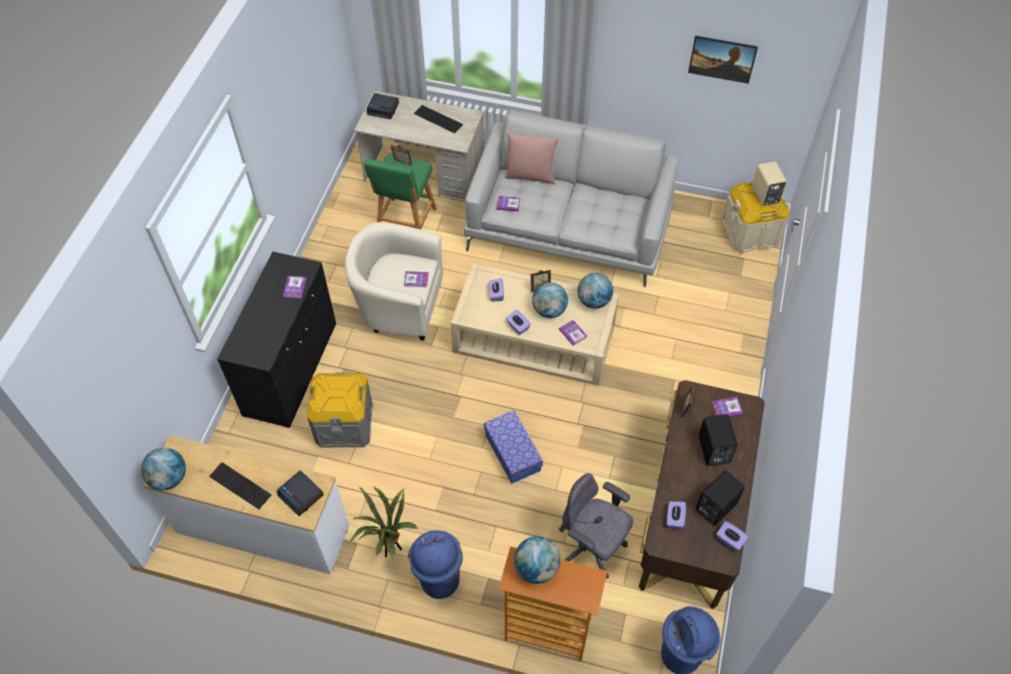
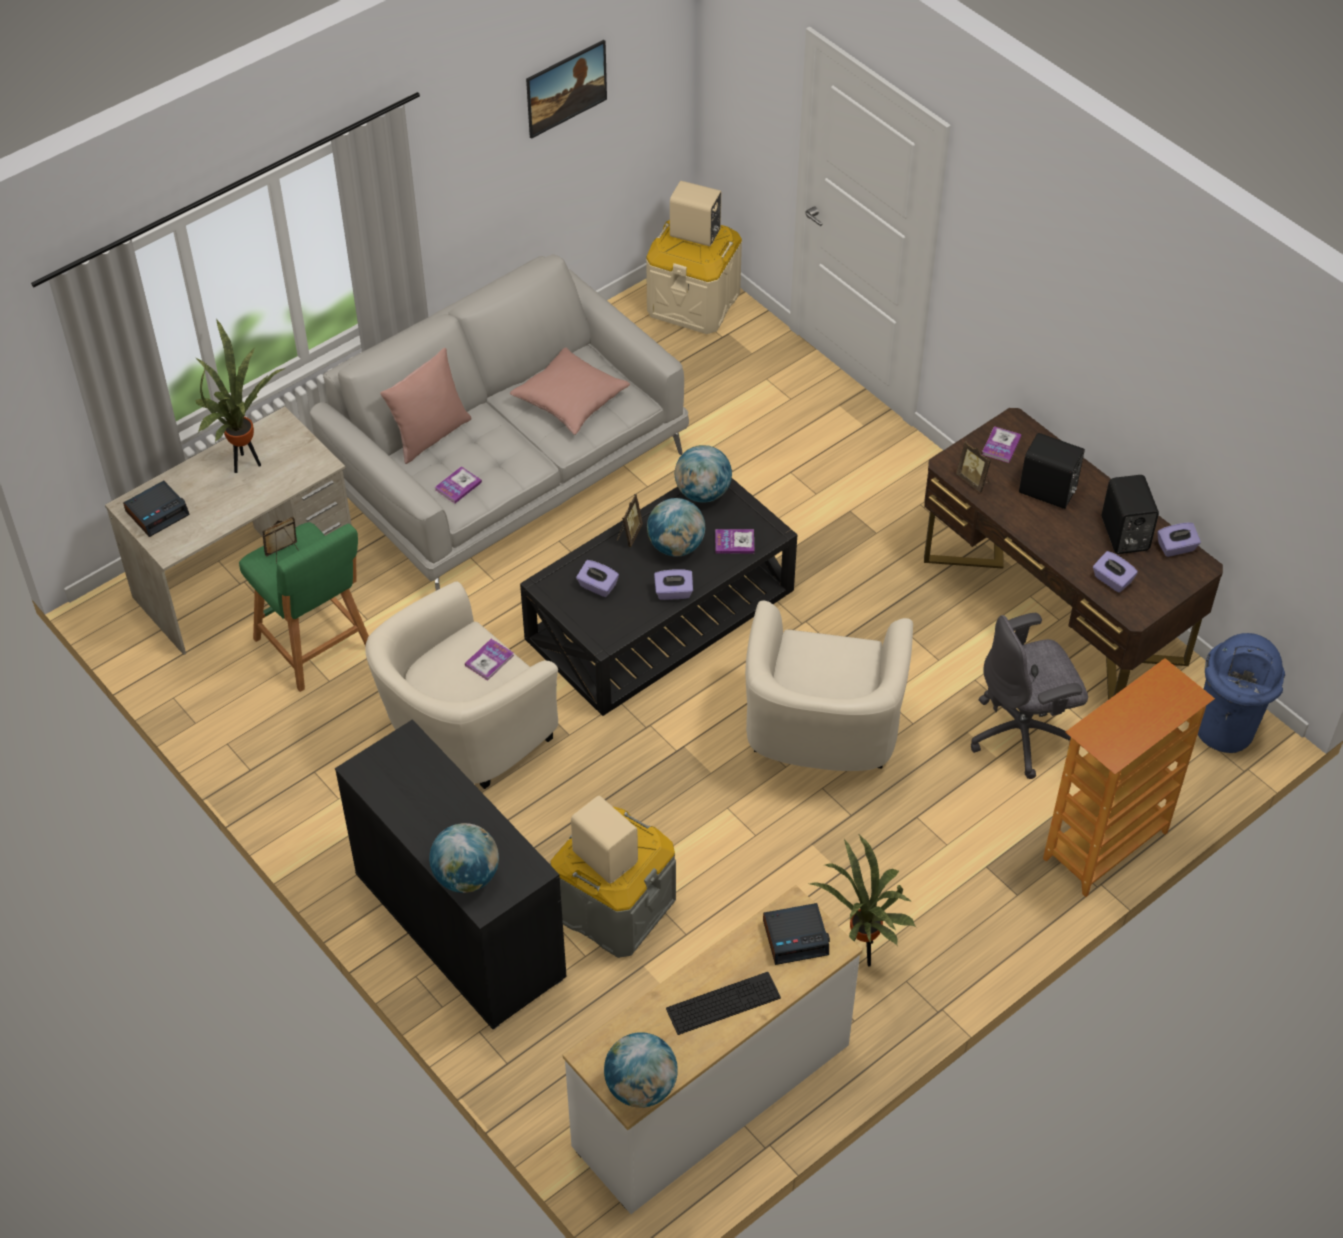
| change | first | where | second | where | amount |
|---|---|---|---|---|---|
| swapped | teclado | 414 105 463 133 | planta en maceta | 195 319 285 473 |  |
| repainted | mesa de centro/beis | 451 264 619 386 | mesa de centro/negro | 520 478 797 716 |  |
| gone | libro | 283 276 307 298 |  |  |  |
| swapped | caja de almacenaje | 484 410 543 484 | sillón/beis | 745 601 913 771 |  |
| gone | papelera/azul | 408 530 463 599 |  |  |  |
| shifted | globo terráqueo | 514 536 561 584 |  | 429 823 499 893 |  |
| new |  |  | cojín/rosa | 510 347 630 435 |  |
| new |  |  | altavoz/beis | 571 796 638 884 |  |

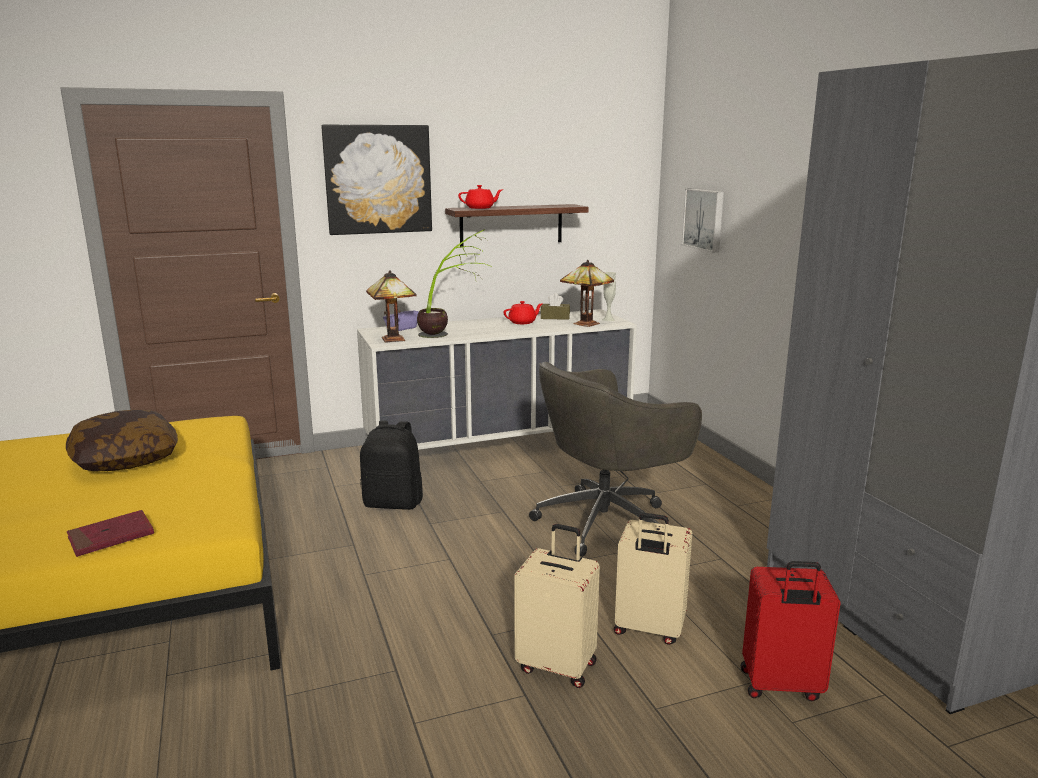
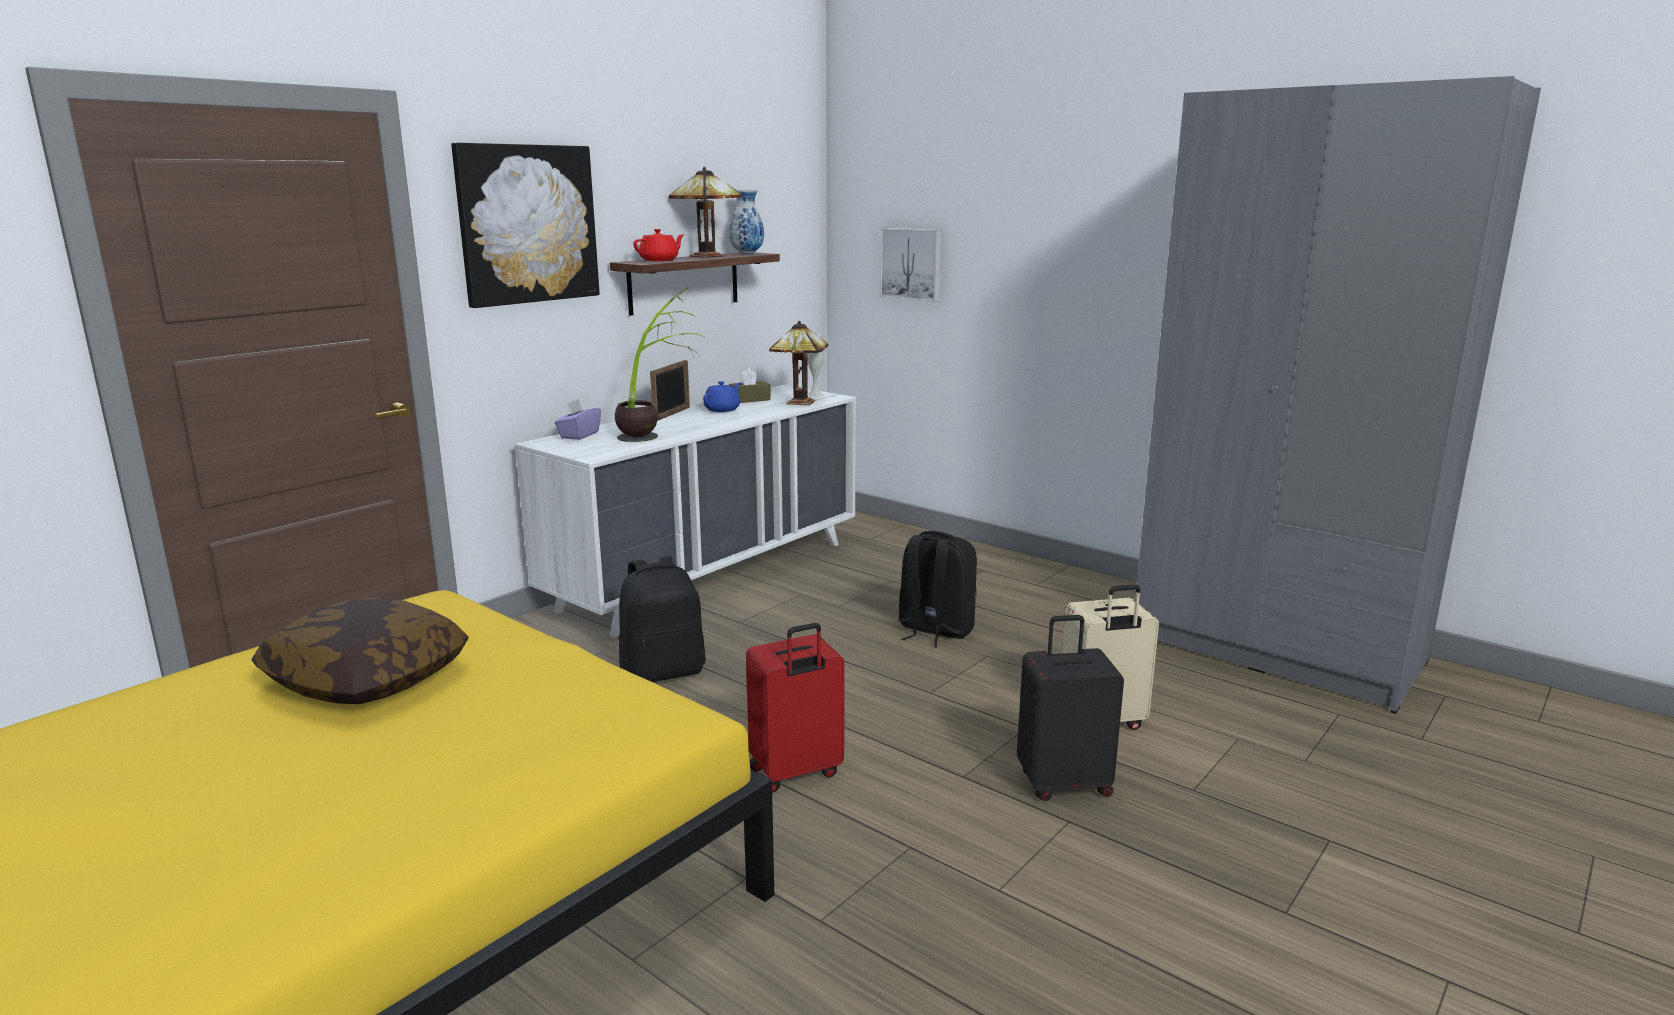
| change | first | where | second | where | amount |
|---|---|---|---|---|---|
| shifted | lámpara de mesa | 366 270 417 343 |  | 669 167 742 258 |  |
| repainted | tetera/rojo | 503 301 543 324 | tetera/azul | 703 381 740 412 |  |
| swapped | silla de oficina/gris | 529 362 702 557 | mochila/negro | 898 531 977 647 |  |
| gone | libro/rojo | 67 510 154 557 |  |  |  |
| repainted | maleta/beis | 515 524 600 688 | maleta/negro | 1017 615 1124 801 |  |
| shifted | maleta/rojo | 740 561 840 701 |  | 746 623 845 793 |  |
| new |  |  | florero | 729 189 764 254 |  |
| new |  |  | portarretratos | 650 360 690 421 |  |

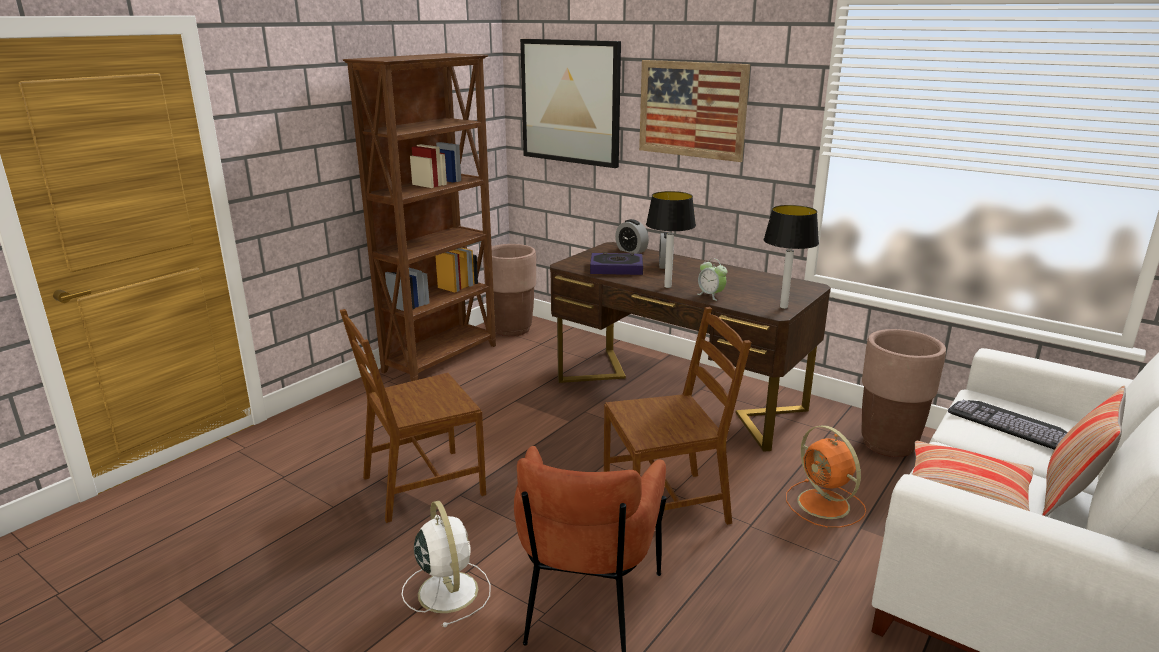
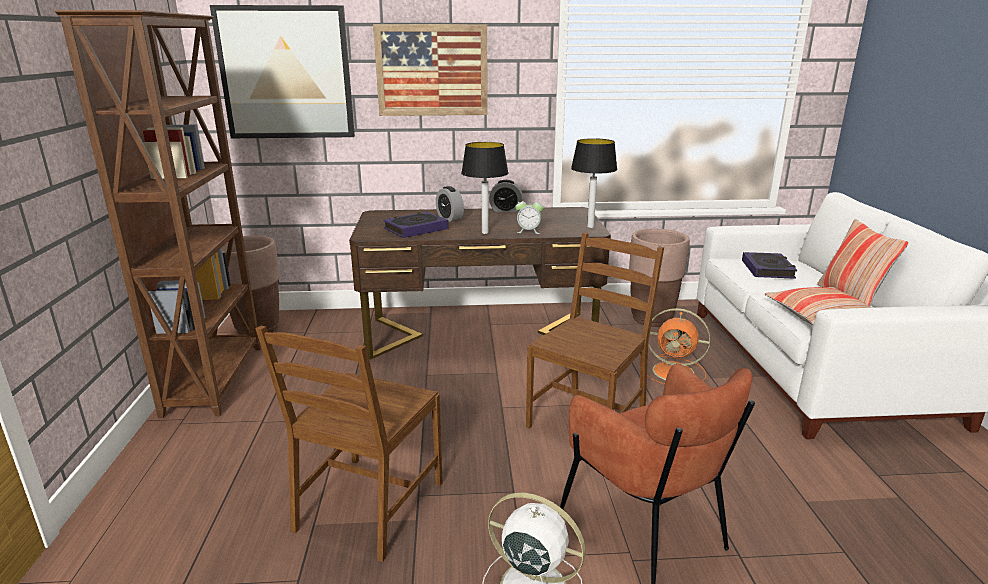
| change | first | where | second | where | amount |
|---|---|---|---|---|---|
| shifted | despertador | 615 219 649 254 |  | 489 180 523 212 |  |
| swapped | teclado | 948 400 1068 450 | libro | 742 252 797 279 |  |

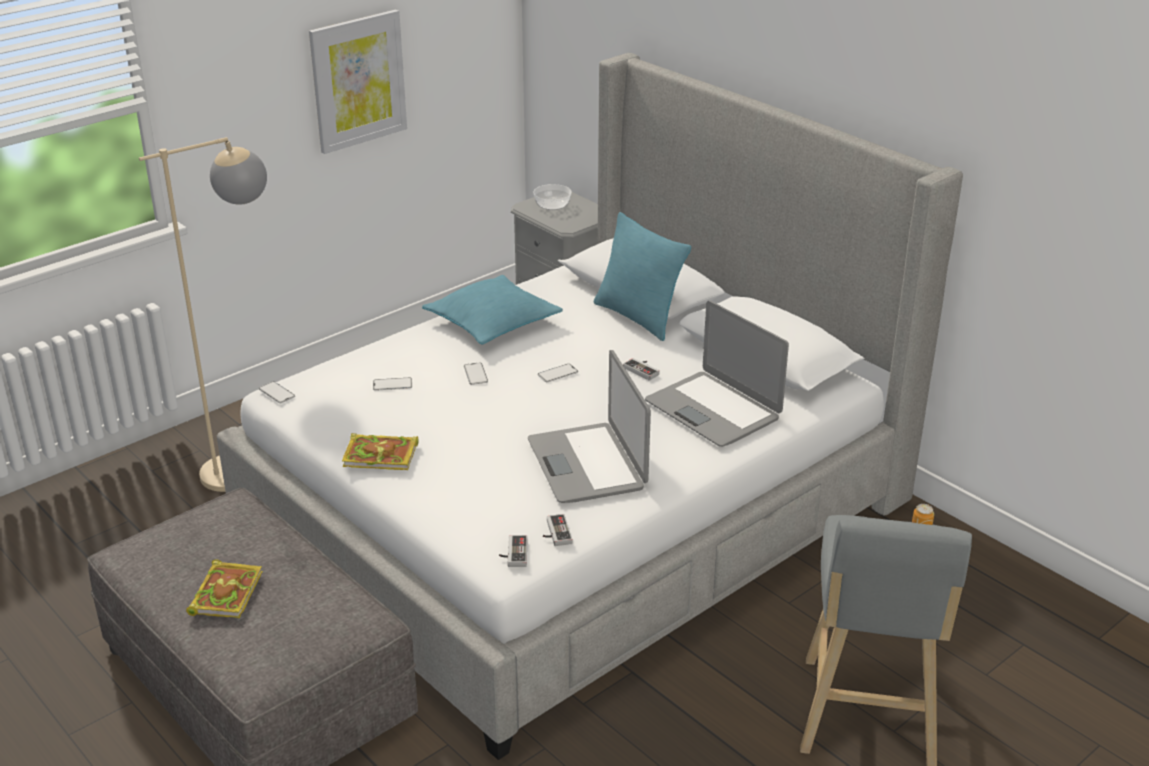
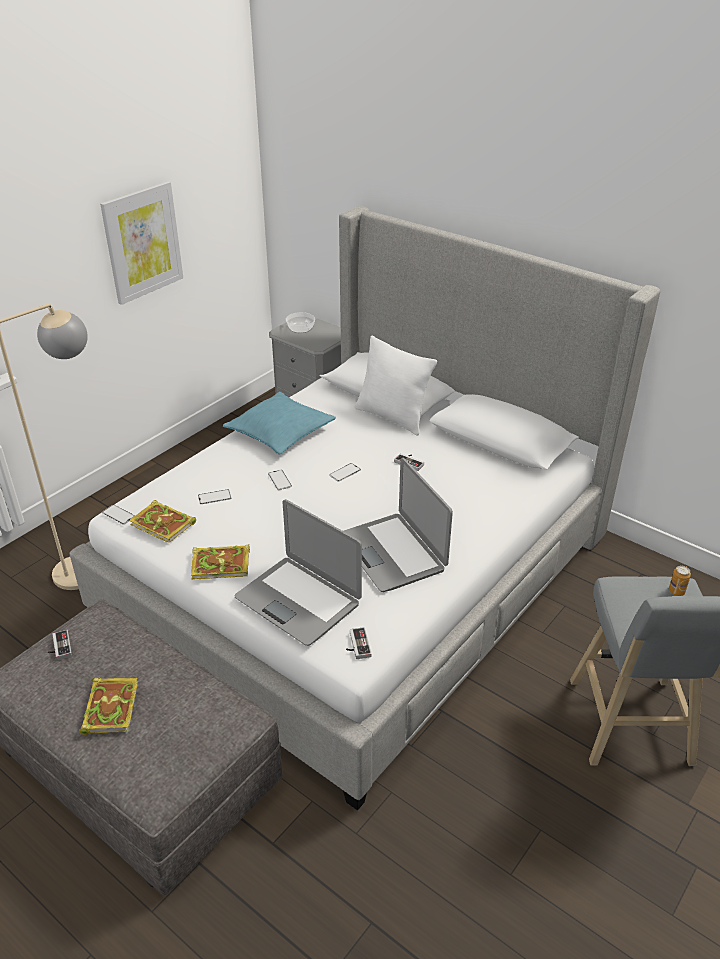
| change | first | where | second | where | amount |
|---|---|---|---|---|---|
| repainted | cojín/turquesa | 594 212 691 341 | cojín/blanco | 355 336 437 436 |  |
| shifted | portátil | 645 301 789 447 |  | 235 499 362 646 |  |
| shifted | mando de consola | 543 514 572 546 |  | 48 630 72 660 |  |
| new |  |  | libro | 129 500 196 543 |  |

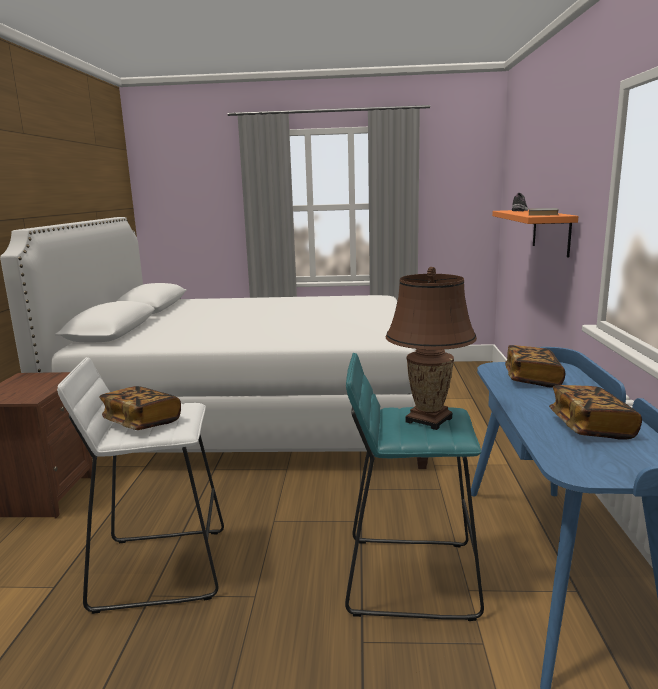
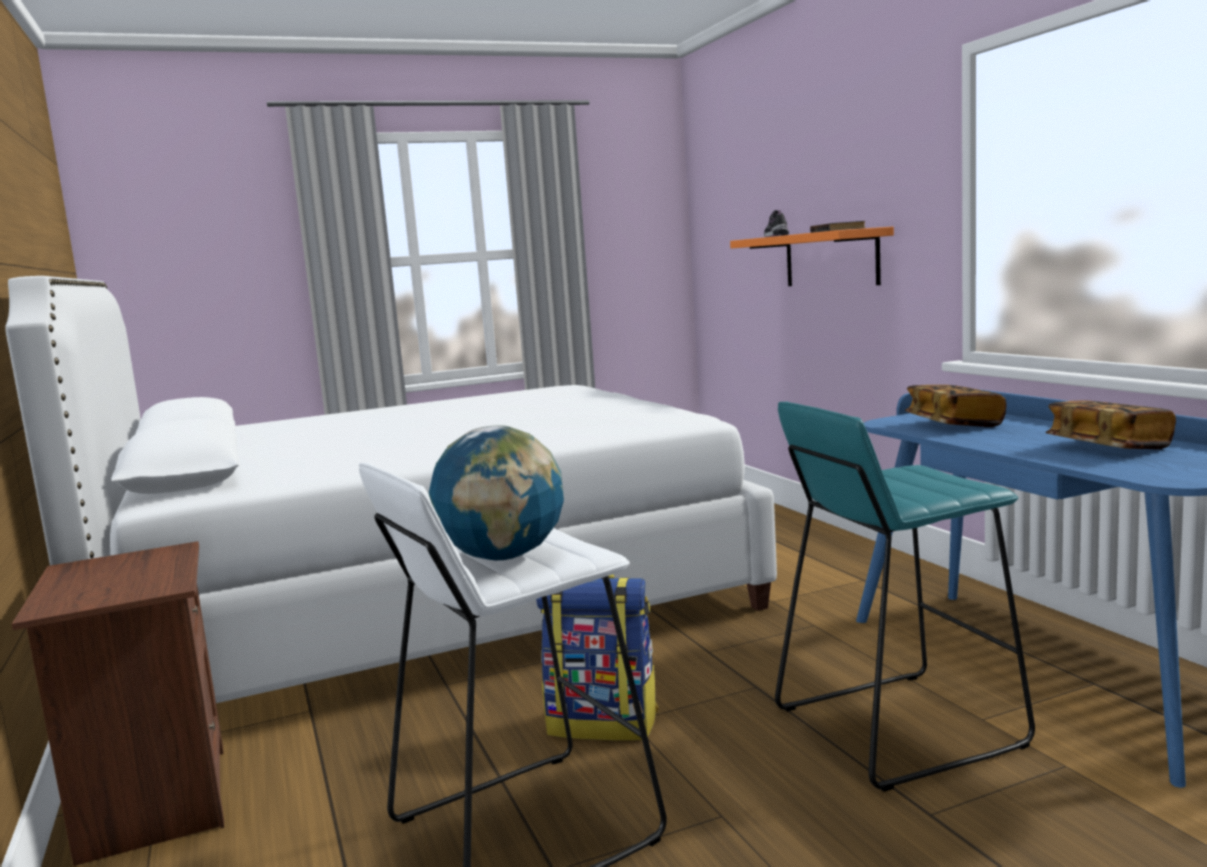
| change | first | where | second | where | amount |
|---|---|---|---|---|---|
| gone | lámpara de mesa/marrón | 386 267 477 430 |  |  |  |
| swapped | libro | 100 386 181 430 | globo terráqueo | 429 425 564 561 |  |
| new |  |  | mochila | 536 574 659 741 |  |

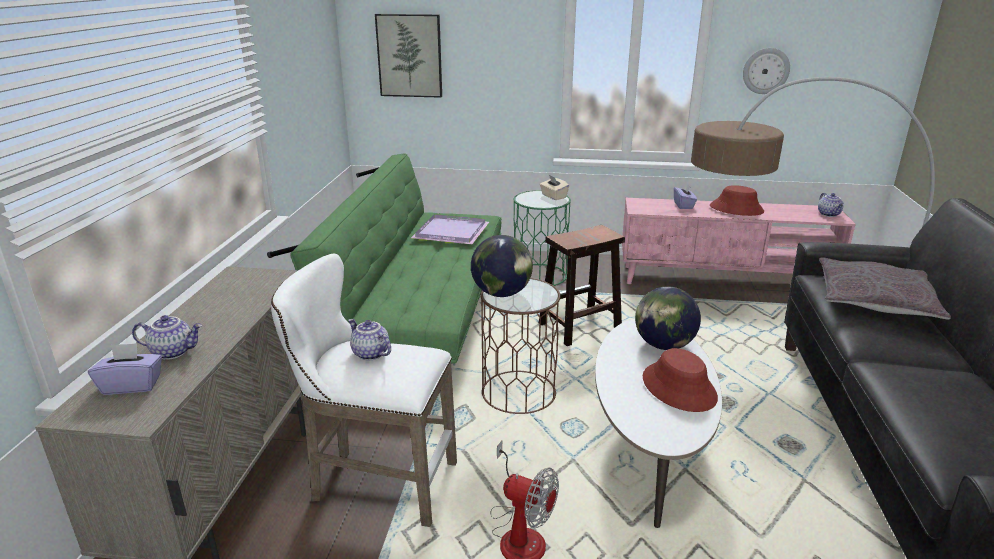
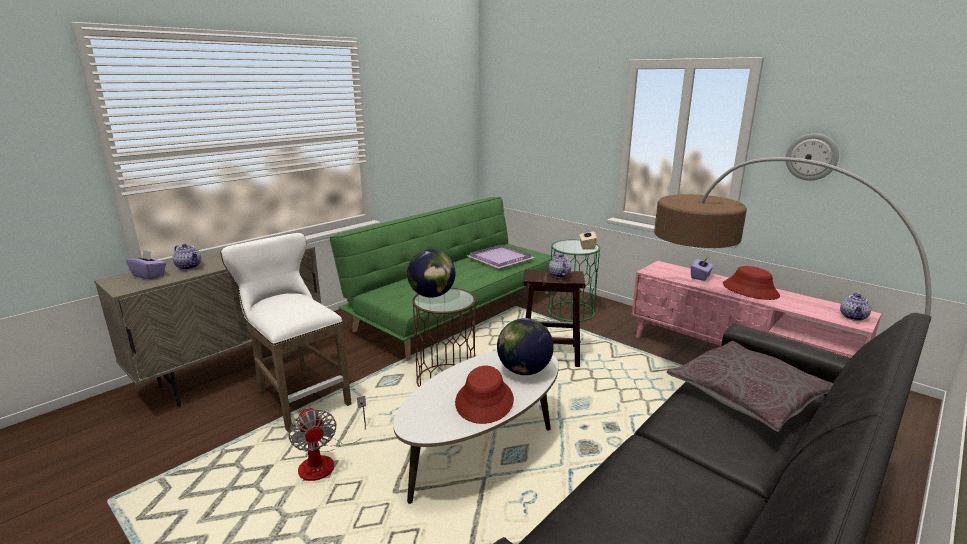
| change | first | where | second | where | amount |
|---|---|---|---|---|---|
| gone | cuadro | 375 14 442 98 |  |  |  |
| shifted | tetera | 348 319 391 360 |  | 549 254 571 278 |  |

